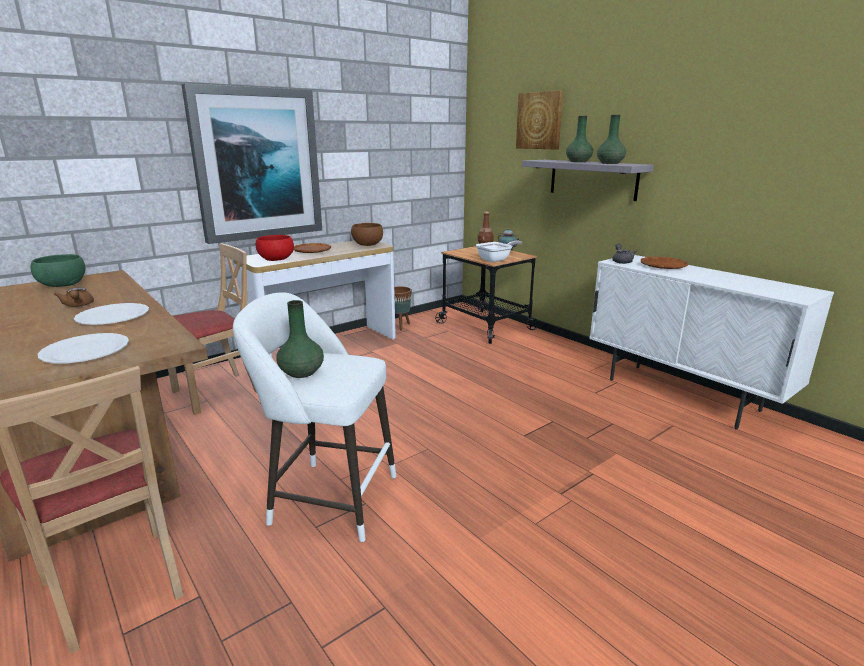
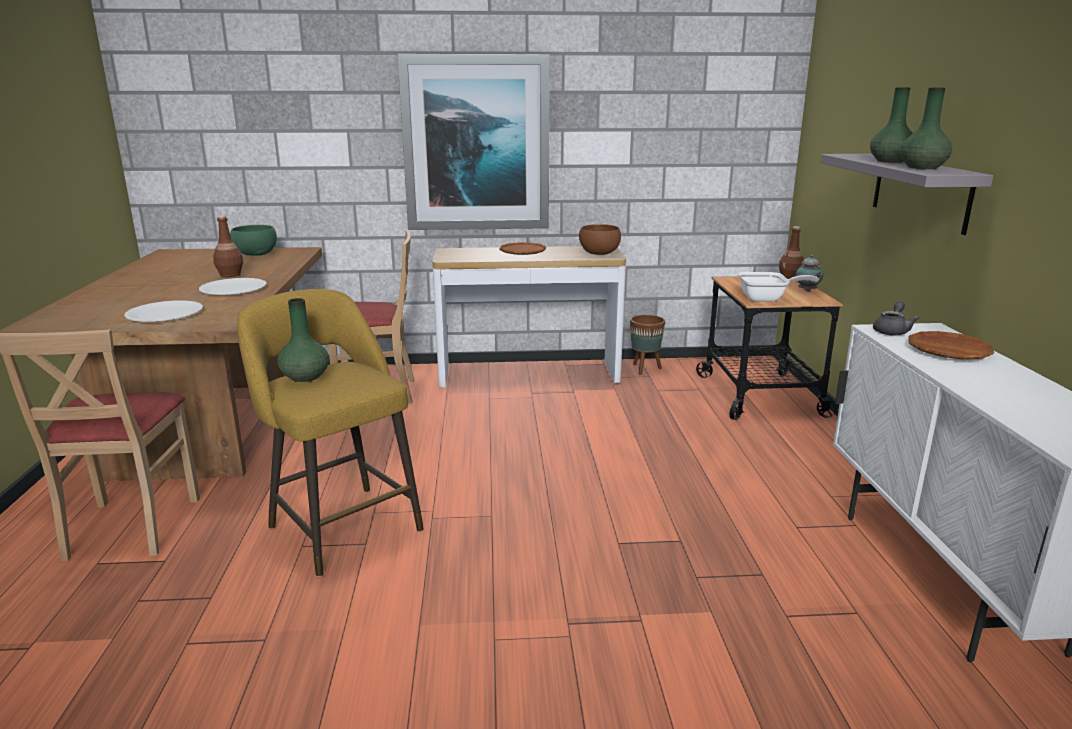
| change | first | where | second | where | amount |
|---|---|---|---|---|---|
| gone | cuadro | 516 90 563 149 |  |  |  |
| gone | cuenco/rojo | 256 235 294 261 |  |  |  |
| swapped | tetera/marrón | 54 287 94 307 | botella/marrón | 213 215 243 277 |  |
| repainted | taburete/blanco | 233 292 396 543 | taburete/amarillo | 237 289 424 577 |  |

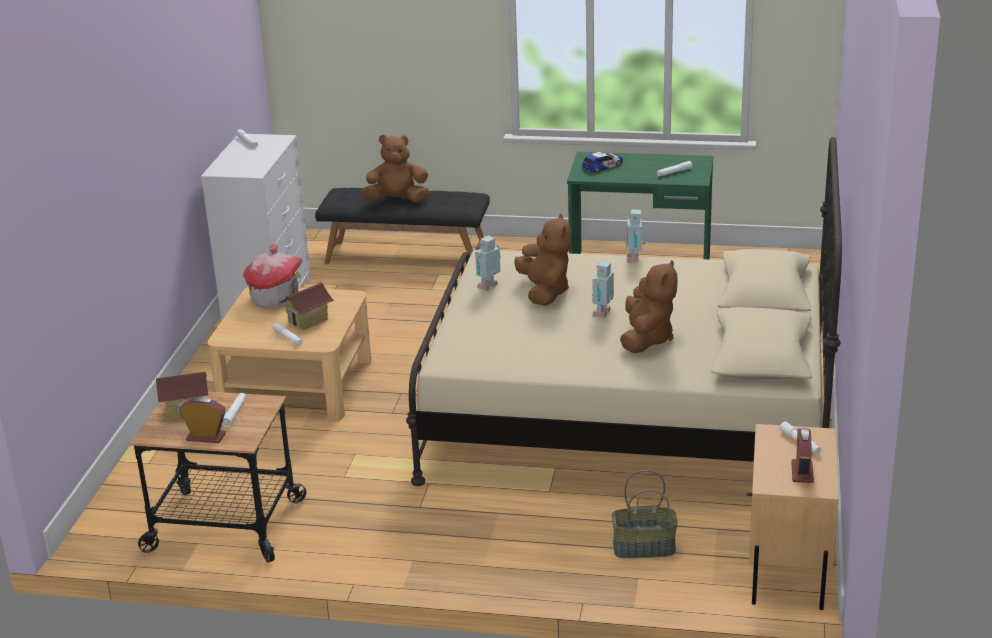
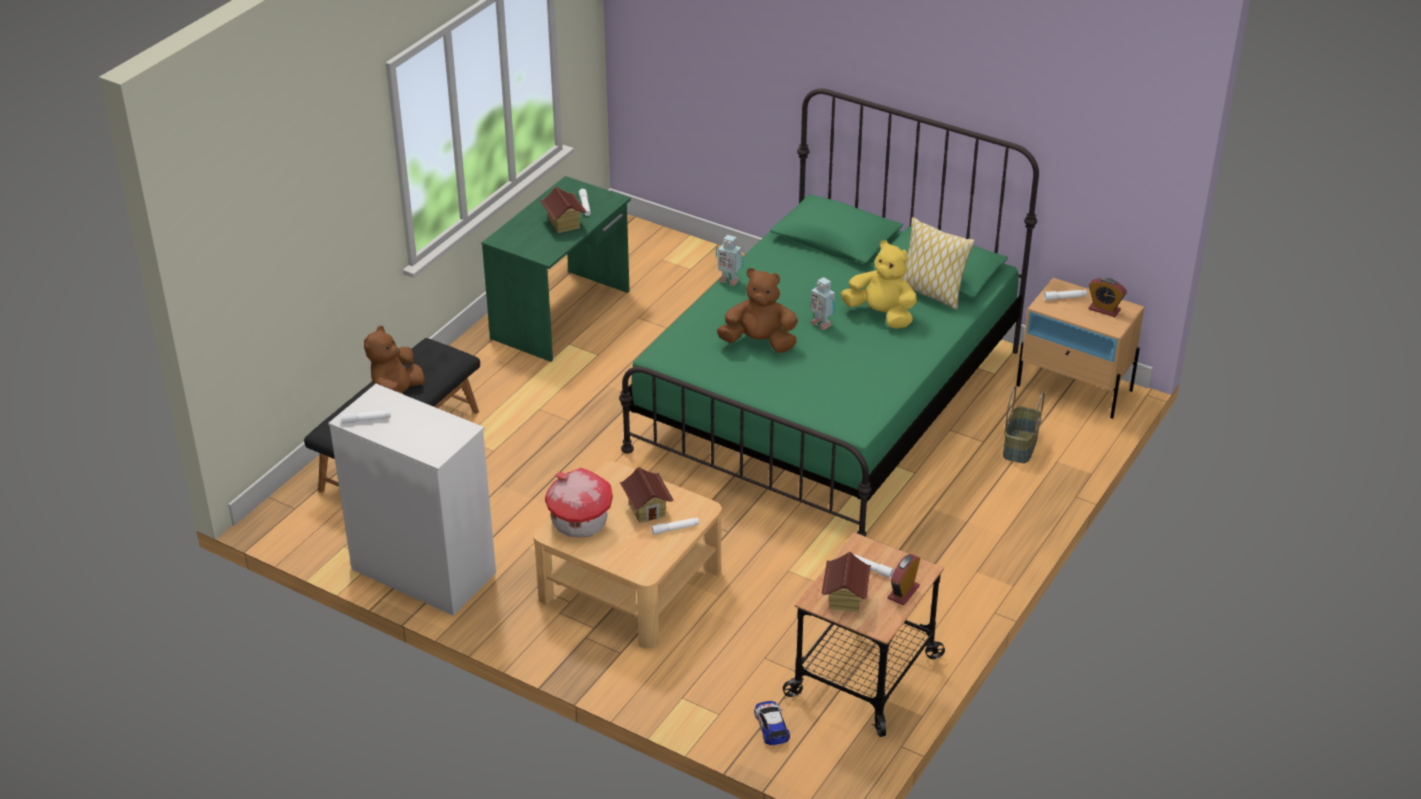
| change | first | where | second | where | amount |
|---|---|---|---|---|---|
| repainted | cama/beis | 406 137 842 486 | cama/verde | 619 88 1039 537 |  |
| shifted | coche de juguete | 582 152 623 173 |  | 754 701 790 745 |  |
| gone | robot de juguete | 475 236 500 291 |  |  |  |
| repainted | peluche/marrón | 620 260 678 353 | peluche/amarillo | 841 240 917 329 |  |
| new |  |  | casita | 540 187 587 233 |  |
| new |  |  | cojín | 902 217 975 310 |  |

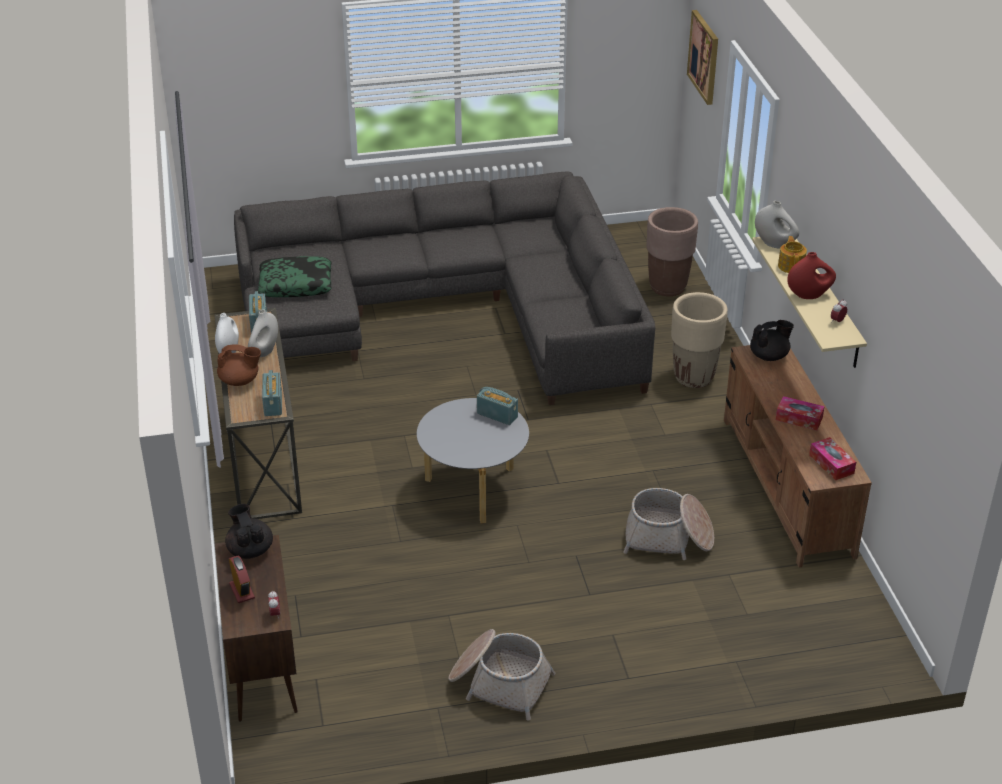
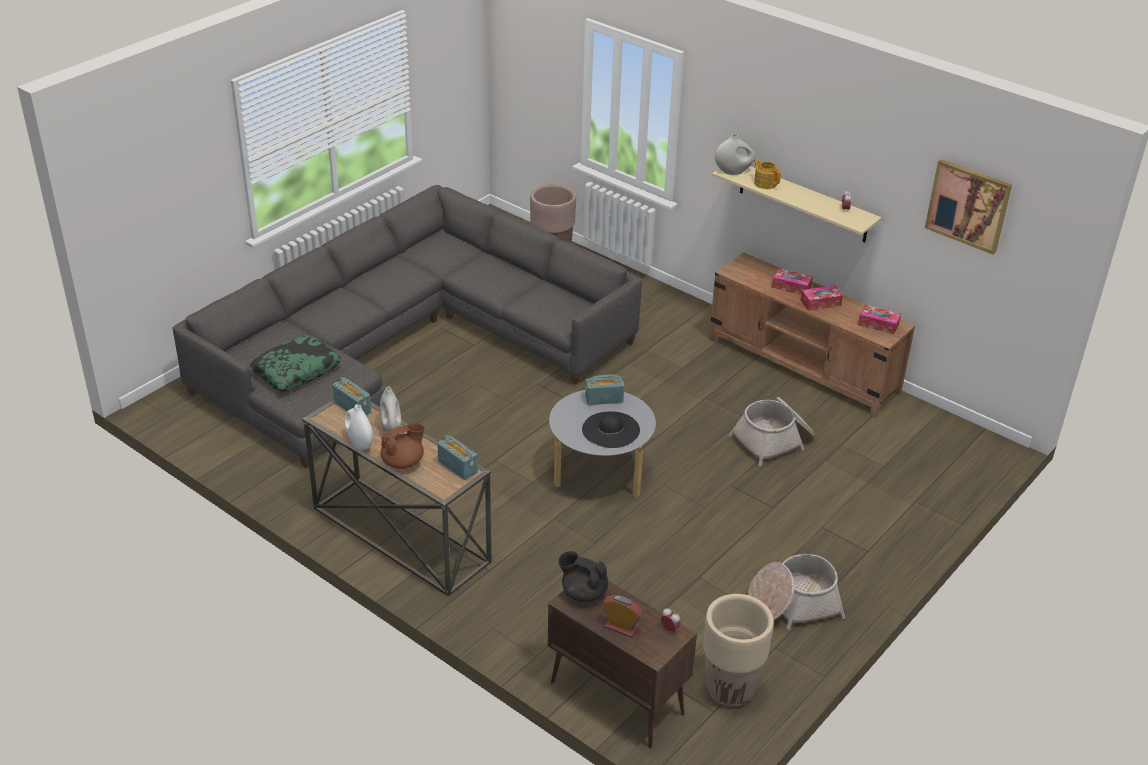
| change | first | where | second | where | amount |
|---|---|---|---|---|---|
| shifted | cuadro | 687 10 718 105 |  | 925 159 1012 255 |  |
| gone | florero/rojo | 787 252 836 299 |  |  |  |
| shifted | maceta/beis | 671 292 728 388 |  | 703 594 774 707 |  |
| gone | tetera/negro | 750 320 794 361 |  |  |  |
| new |  |  | caja de pañuelos | 772 268 813 295 |  |
| new |  |  | sombrero/negro | 582 411 640 448 |  |

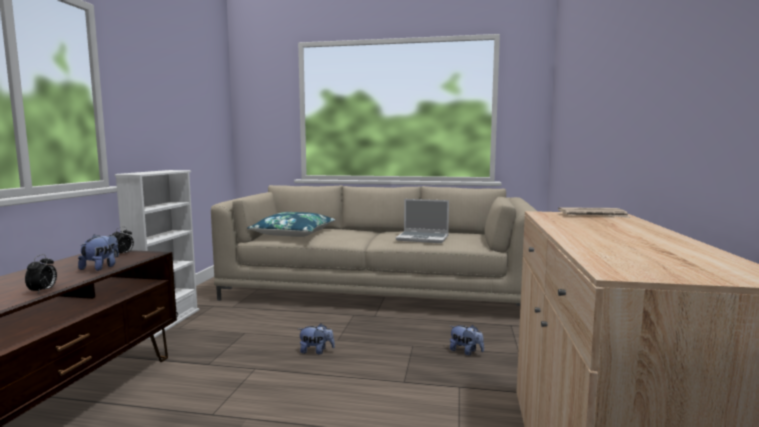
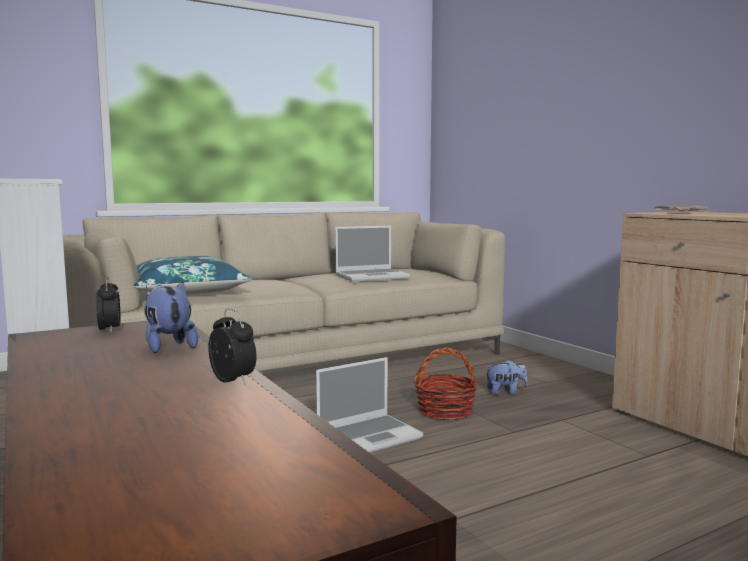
| change | first | where | second | where | amount |
|---|---|---|---|---|---|
| swapped | peluche | 298 323 335 354 | portátil | 316 357 423 453 |  |
| new |  |  | cesta | 413 347 477 421 |  |

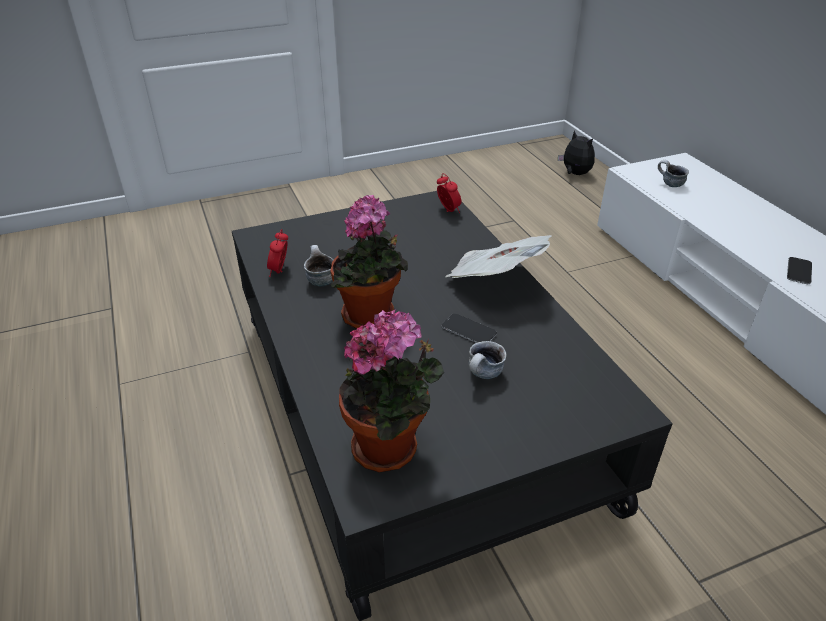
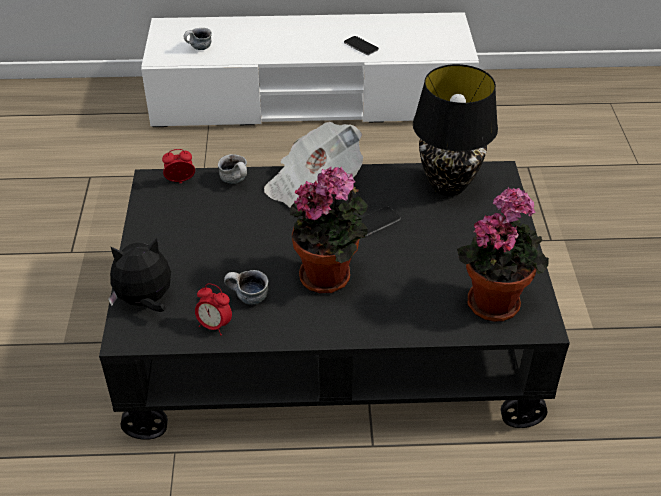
| change | first | where | second | where | amount |
|---|---|---|---|---|---|
| shifted | peluche | 558 130 595 175 |  | 108 238 171 312 |  |
| shifted | taza grande | 469 341 506 379 |  | 218 154 247 184 |  |
| new |  |  | lámpara de mesa/negro | 413 64 498 196 |  |

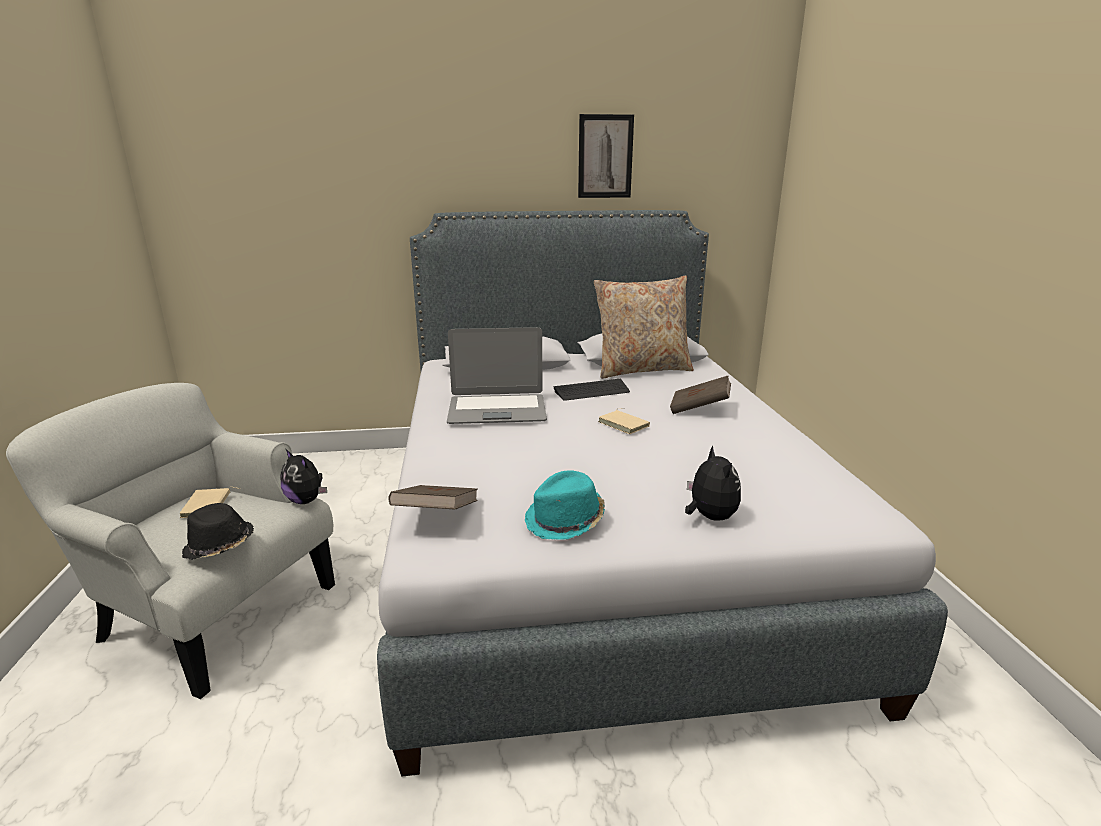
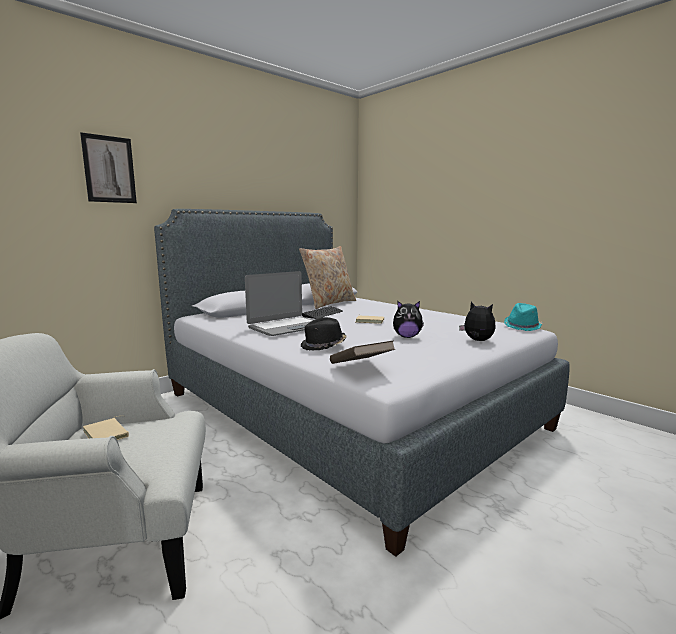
| change | first | where | second | where | amount |
|---|---|---|---|---|---|
| shifted | cuadro | 578 114 634 198 |  | 80 132 137 203 |  |
| gone | libro/marrón | 670 376 731 414 |  |  |  |
| shifted | peluche | 280 449 327 504 |  | 393 301 424 338 |  |
| shifted | sombrero/turquesa | 525 470 605 540 |  | 504 303 543 331 |  |
| shifted | sombrero/negro | 182 503 254 560 |  | 301 317 347 350 |  |

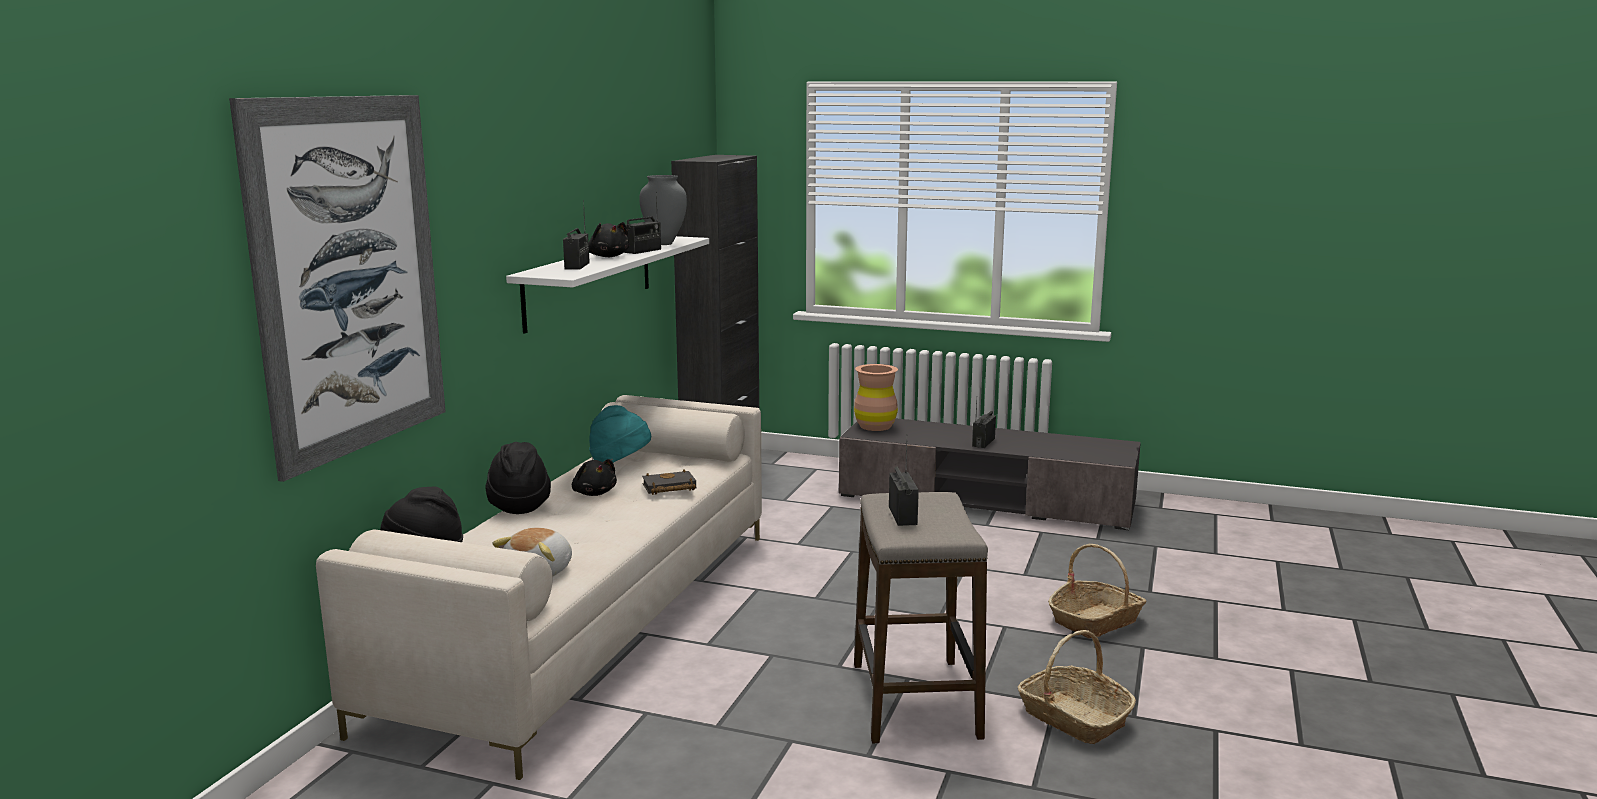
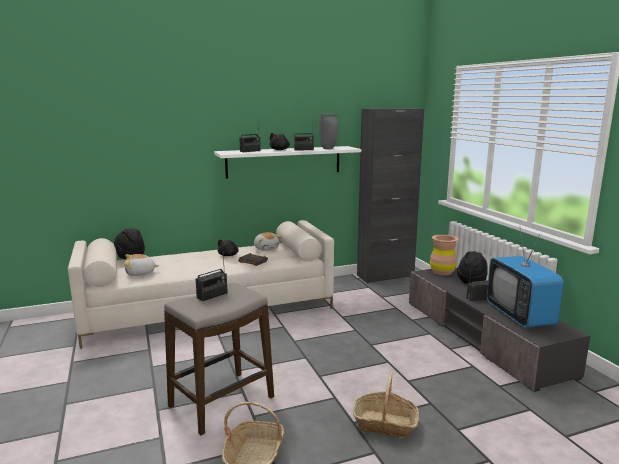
| change | first | where | second | where | amount |
|---|---|---|---|---|---|
| gone | cuadro | 229 95 446 482 |  |  |  |
| swapped | sombrero/turquesa | 589 405 651 463 | peluche | 254 232 282 251 |  |
| shifted | sombrero/negro | 485 442 551 514 |  | 457 251 488 284 |  |
| new |  |  | televisor | 487 229 564 328 |  |

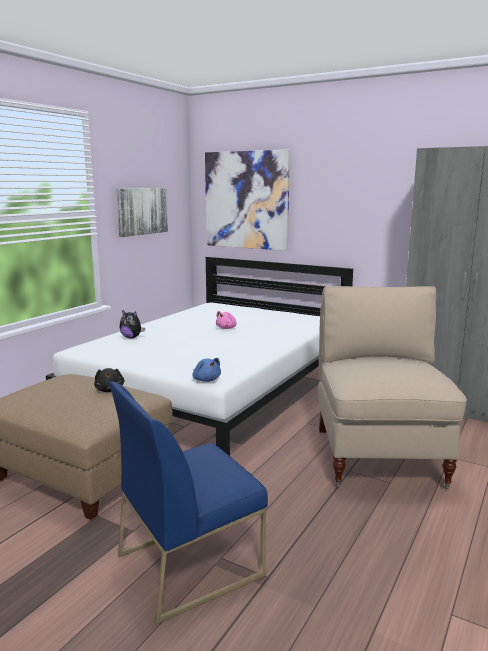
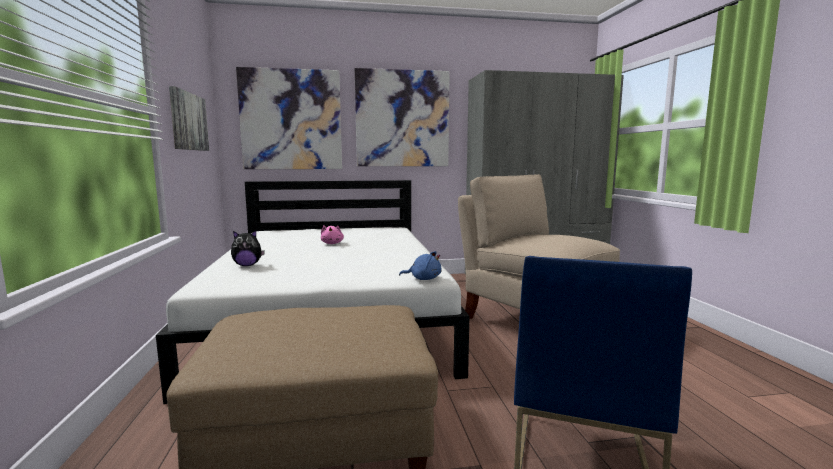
| change | first | where | second | where | amount |
|---|---|---|---|---|---|
| gone | peluche/negro | 94 368 124 392 |  |  |  |
| new |  |  | cuadro | 355 68 450 166 |  |

